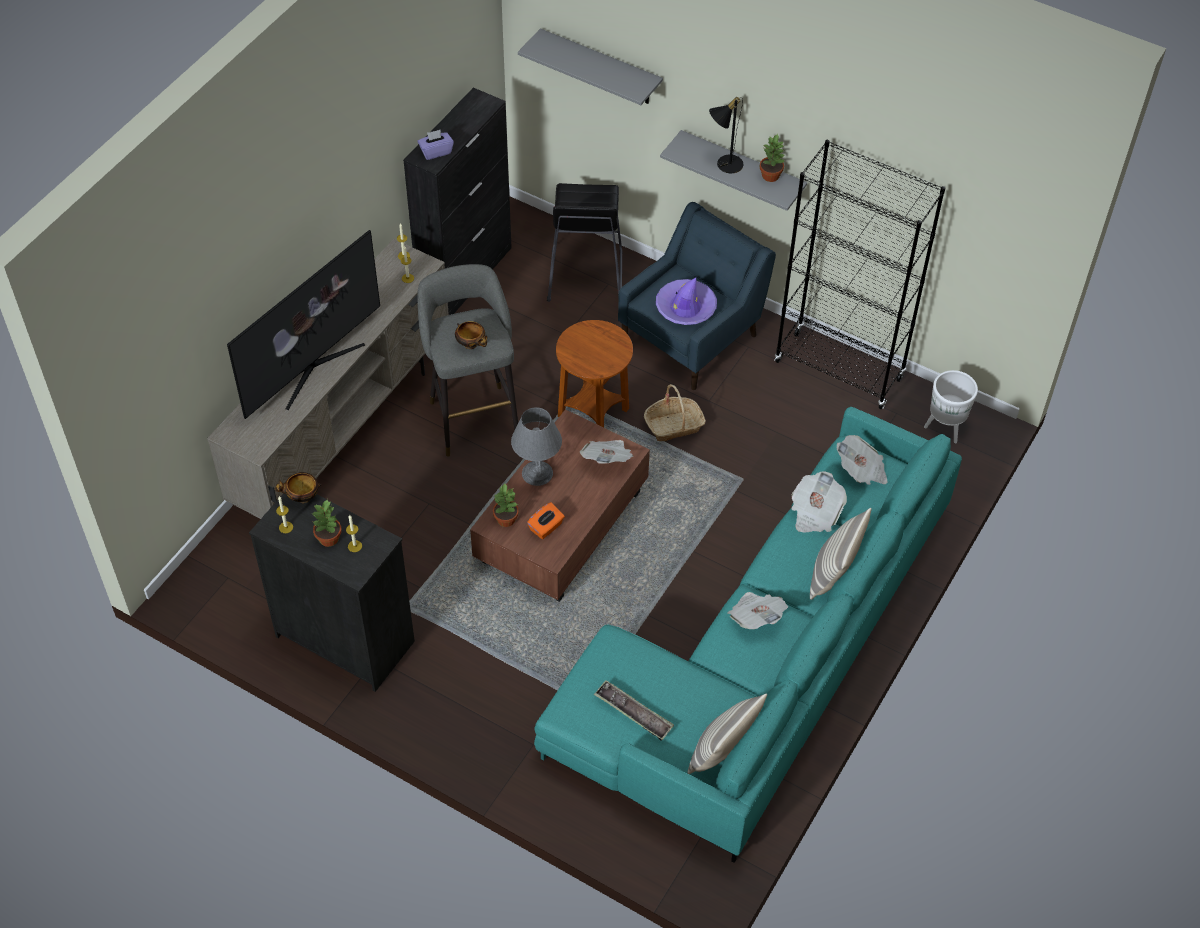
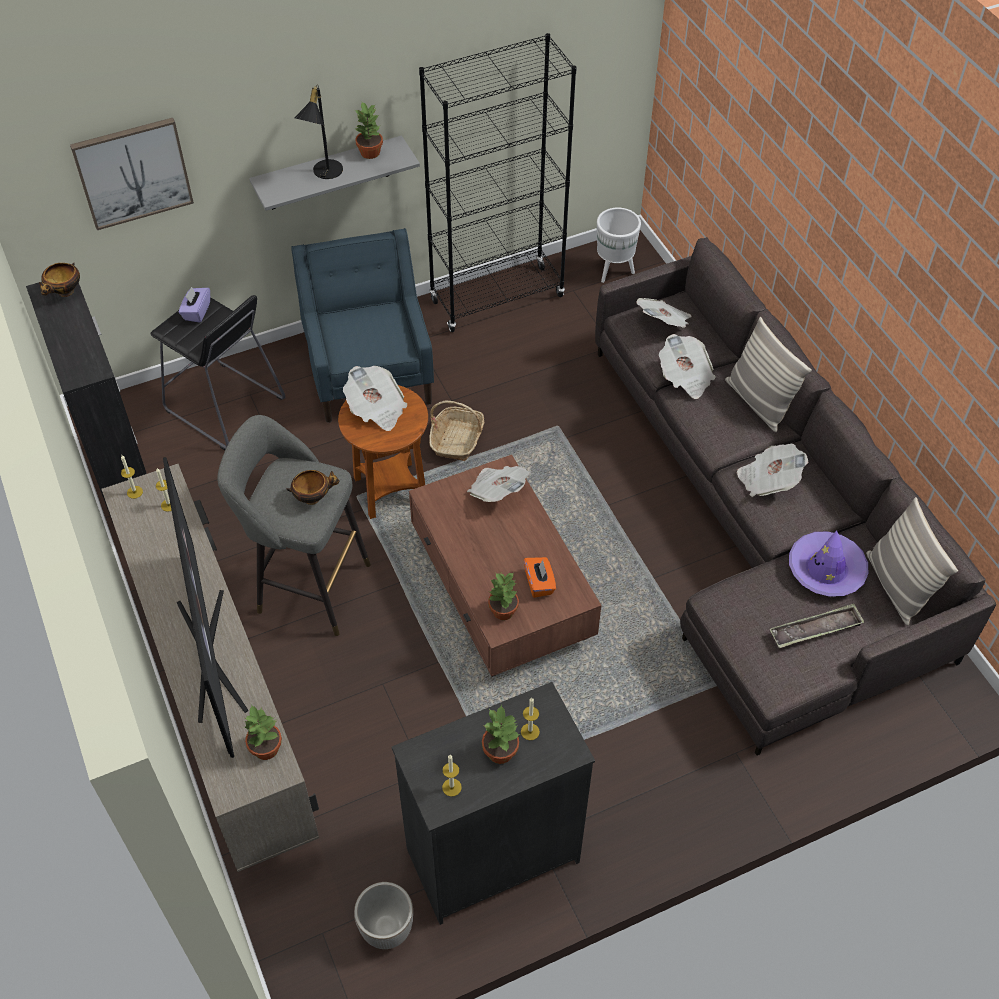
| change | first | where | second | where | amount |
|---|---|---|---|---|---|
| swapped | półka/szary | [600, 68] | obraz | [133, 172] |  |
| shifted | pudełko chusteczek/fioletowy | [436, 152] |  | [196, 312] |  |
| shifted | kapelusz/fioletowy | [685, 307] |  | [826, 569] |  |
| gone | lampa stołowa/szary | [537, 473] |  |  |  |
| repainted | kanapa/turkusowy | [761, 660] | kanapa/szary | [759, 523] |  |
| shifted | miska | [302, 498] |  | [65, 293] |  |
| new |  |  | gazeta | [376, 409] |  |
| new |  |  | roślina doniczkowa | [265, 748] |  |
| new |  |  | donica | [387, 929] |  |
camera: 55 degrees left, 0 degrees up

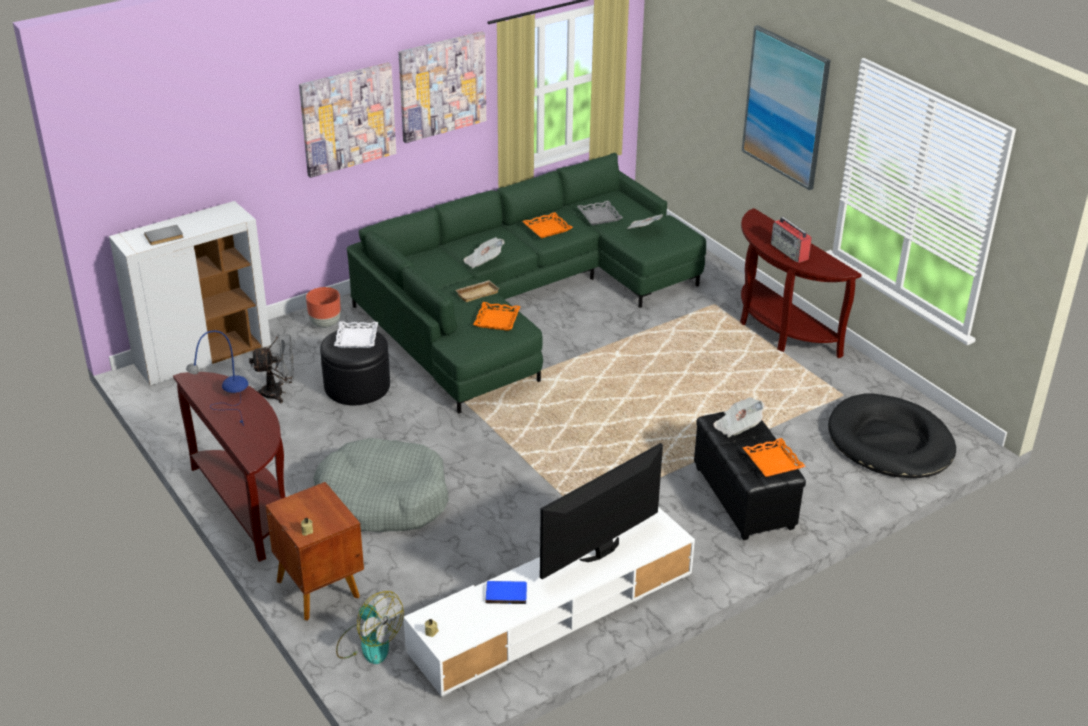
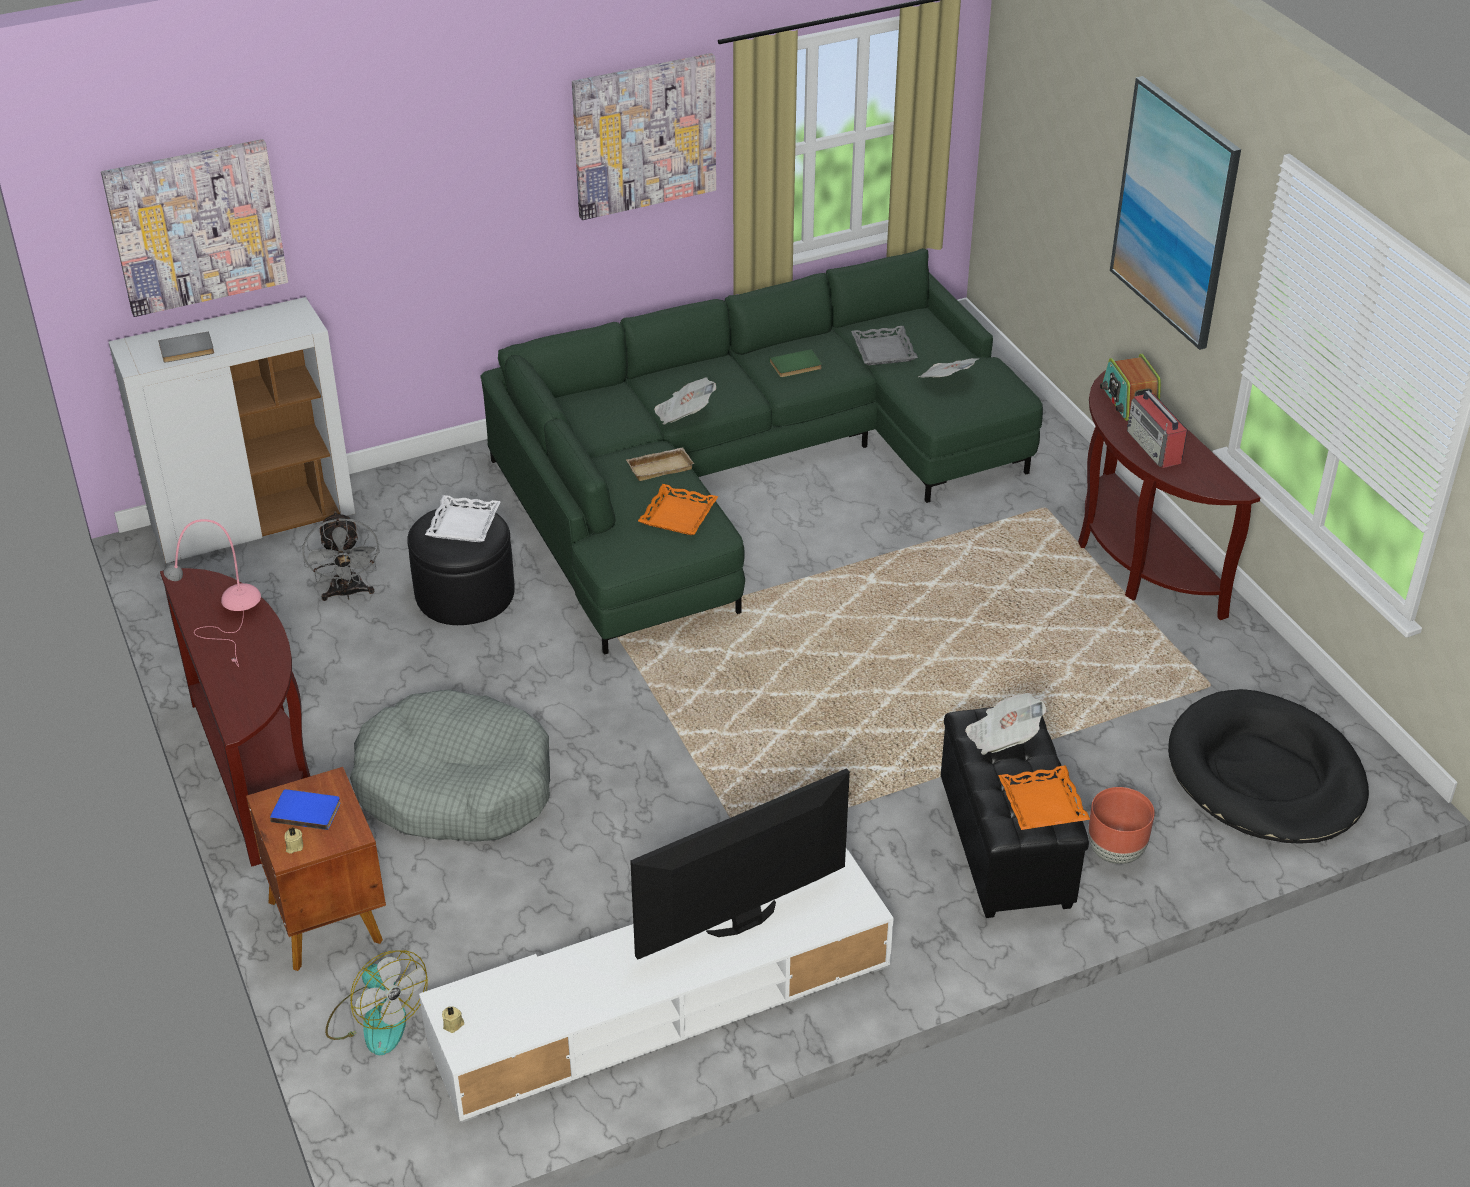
| change | first | where | second | where | amount |
|---|---|---|---|---|---|
| shifted | obraz | [347, 119] |  | [196, 226] |  |
| swapped | taca/pomarańczowy | [547, 229] | książka/zielony | [796, 366] |  |
| shifted | donica/brązowy | [325, 324] |  | [1115, 851] |  |
| repainted | lampa stołowa/niebieski | [228, 400] | lampa stołowa/różowy | [227, 621] |  |
| rotated | wentylator/szary | [278, 393] |  | [347, 593] | 75 degrees clockwise |
| shifted | książka/niebieski | [506, 593] |  | [307, 810] |  |
| new |  |  | radio | [1129, 401] |  |
camera: 10 degrees right, 5 degrees up

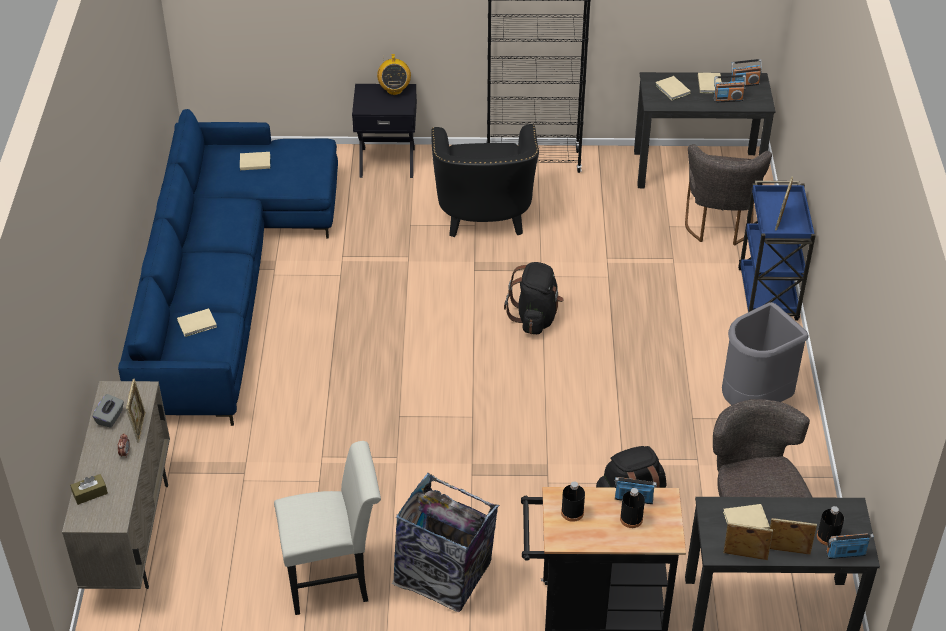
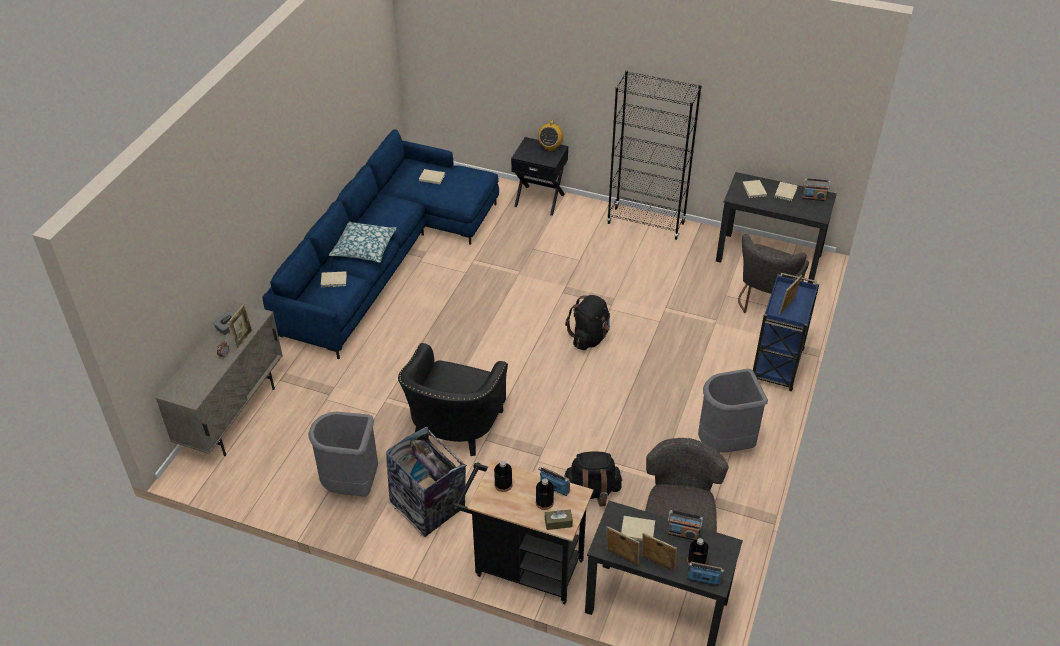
| change | first | where | second | where | amount |
|---|---|---|---|---|---|
| shifted | radio | [728, 99] |  | [682, 534] |  |
| shifted | fotel/czarny | [484, 216] |  | [453, 428] |  |
| swapped | krzesło/biały | [334, 578] | kosz na śmieci/szary | [351, 486] |  |
| shifted | pudełko chusteczek/brązowy | [90, 493] |  | [558, 523] |  |
| new |  |  | poduszka | [364, 248] |  |
camera: 20 degrees right, 0 degrees up

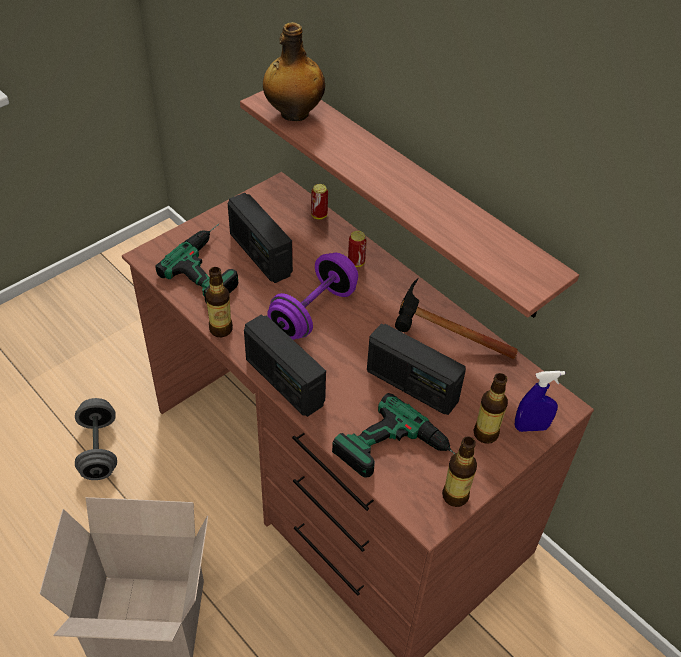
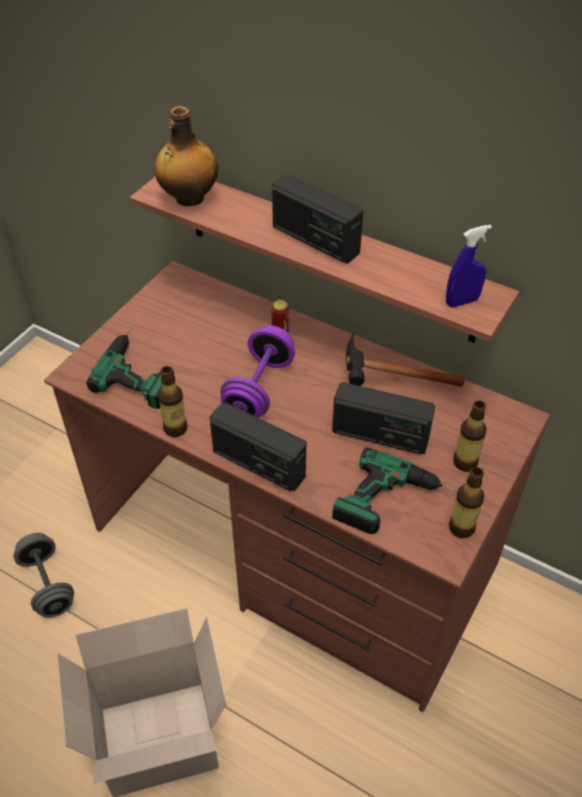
| change | first | where | second | where | amount |
|---|---|---|---|---|---|
| gone | puszka | [319, 215] |  |  |  |
| shifted | radio | [260, 254] |  | [315, 240] |  |
| shifted | spryskiwacz/niebieski | [531, 427] |  | [462, 301] |  |
camera: 15 degrees left, 0 degrees up

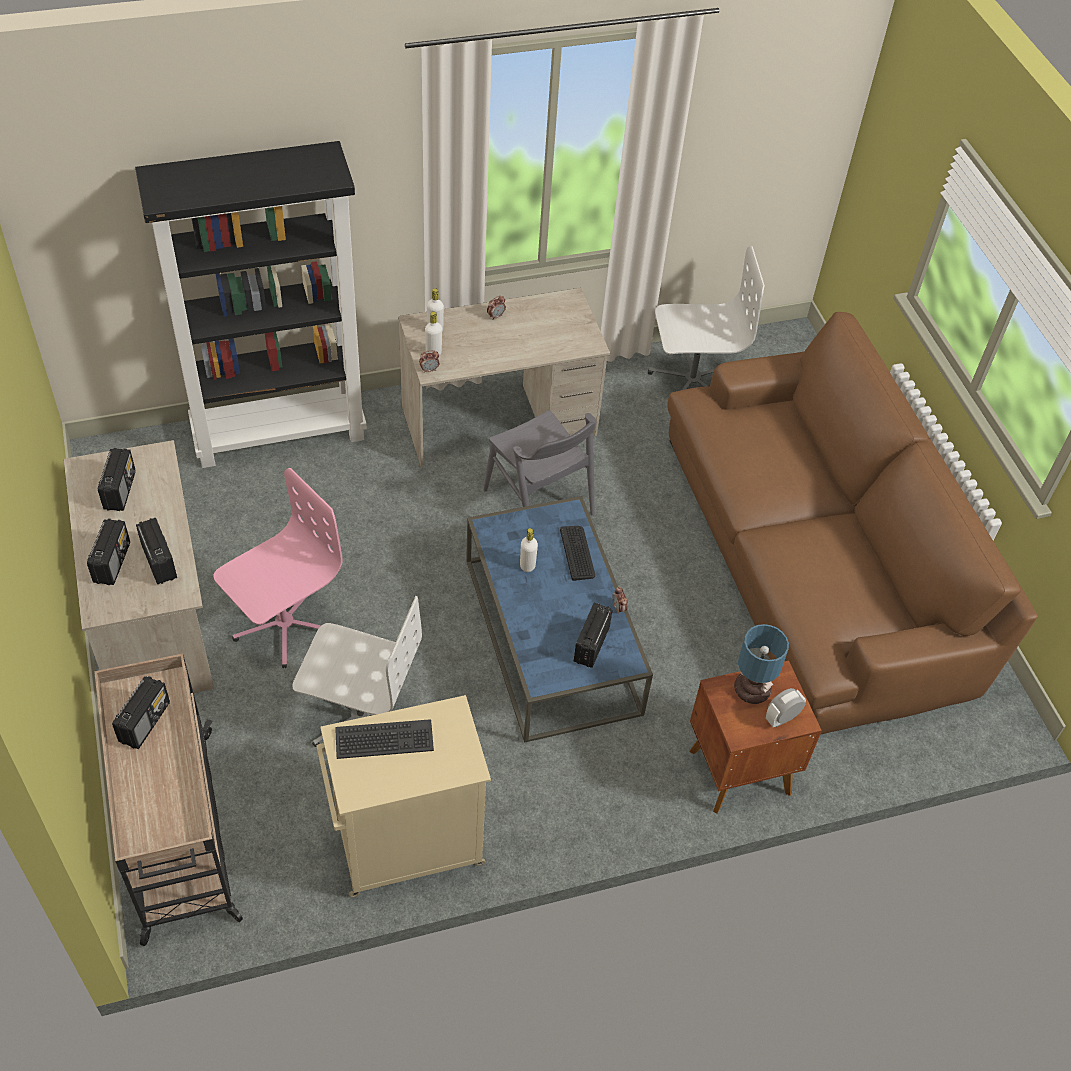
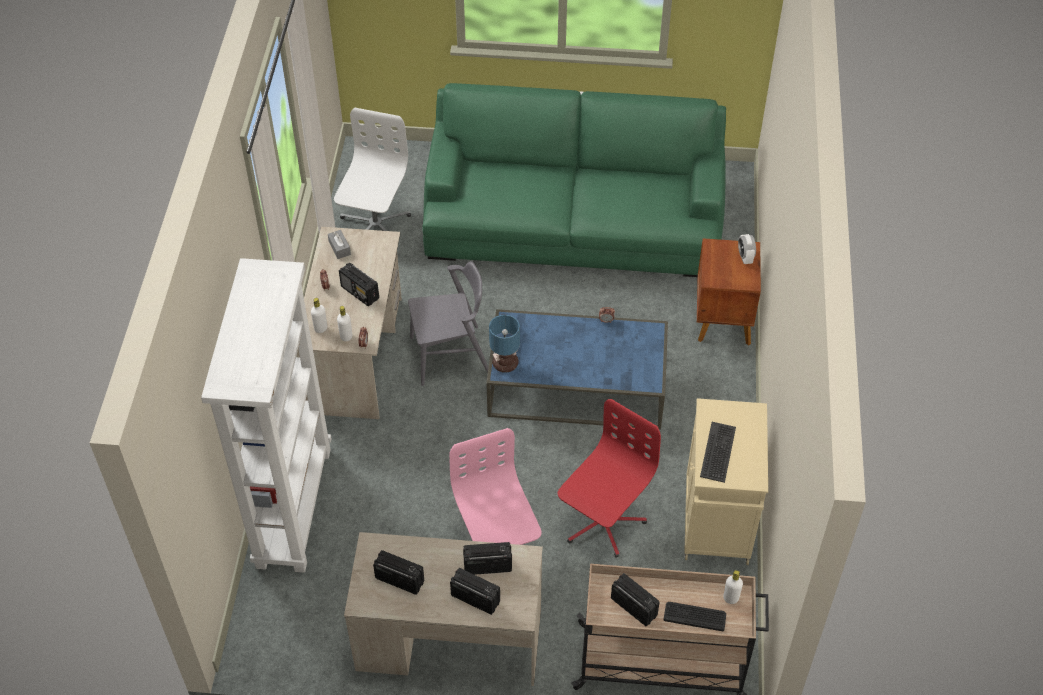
| change | first | where | second | where | amount |
|---|---|---|---|---|---|
| repainted | regał/czarny | [280, 433] | regał/biały | [293, 506] |  |
| repainted | kanapa/brązowy | [816, 560] | kanapa/zielony | [573, 218] |  |
| shifted | klawiatura | [577, 553] |  | [694, 616] |  |
| shifted | butelka/biały | [527, 566] |  | [730, 598] |  |
| repainted | krzesło biurowe/biały | [360, 717] | krzesło biurowe/czerwony | [602, 521] |  |
| shifted | radio | [591, 645] |  | [360, 293] |  |
| shifted | lampa stołowa | [750, 689] |  | [504, 364] |  |
| new |  |  | pudełko chusteczek/szary | [339, 248] |  |
camera: 65 degrees left, 0 degrees up

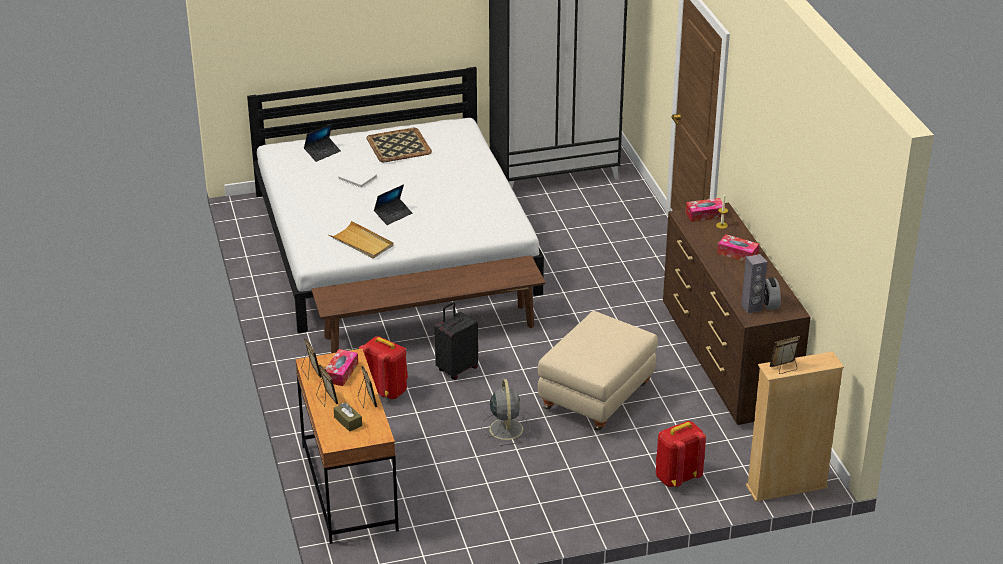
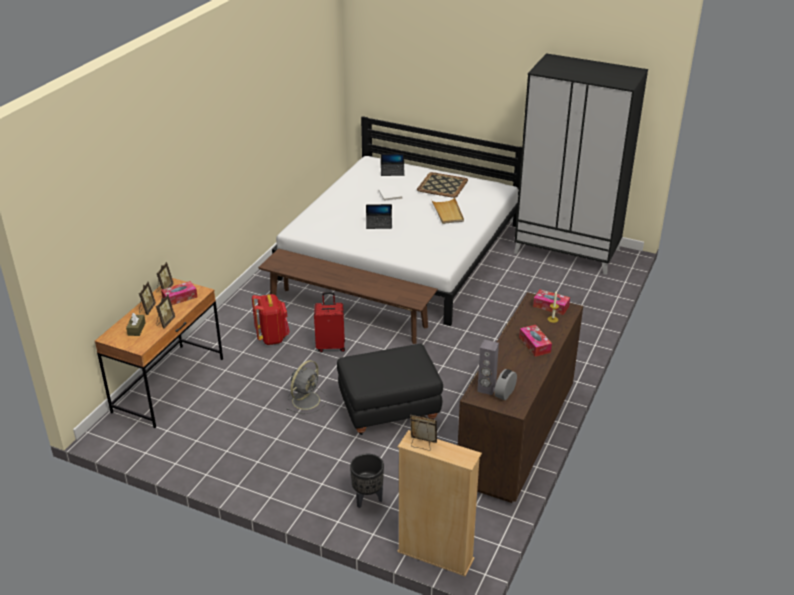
| change | first | where | second | where | amount |
|---|---|---|---|---|---|
| shifted | taca/beżowy | [362, 242] |  | [447, 212] |  |
| repainted | walizka/czarny | [456, 369] | walizka/czerwony | [331, 346] |  |
| repainted | pufa/beżowy | [597, 400] | pufa/czarny | [389, 413] |  |
| swapped | plecak/czerwony | [676, 477] | donica/czarny | [367, 499] |  |
camera: 40 degrees right, 0 degrees up

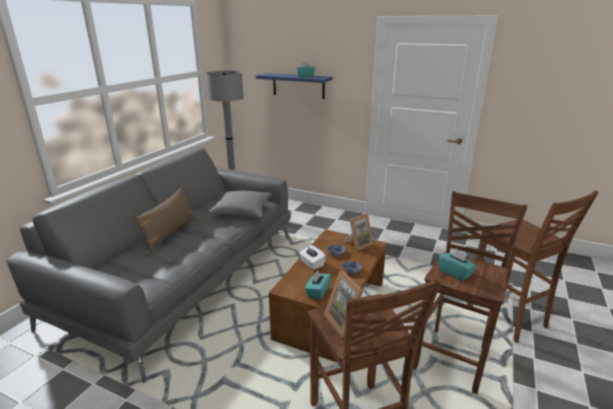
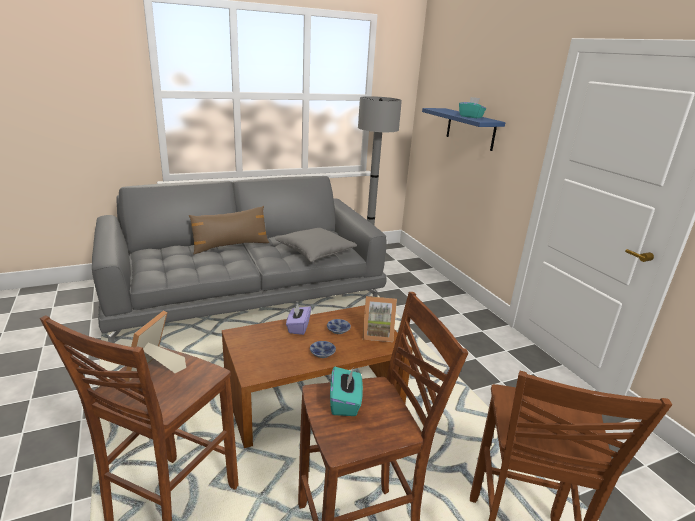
| change | first | where | second | where | amount |
|---|---|---|---|---|---|
| repainted | pudełko chusteczek/biały | [312, 264] | pudełko chusteczek/fioletowy | [298, 327] |  |
| gone | pudełko chusteczek/turkusowy | [317, 292] |  |  |  |
camera: 40 degrees right, 0 degrees up

